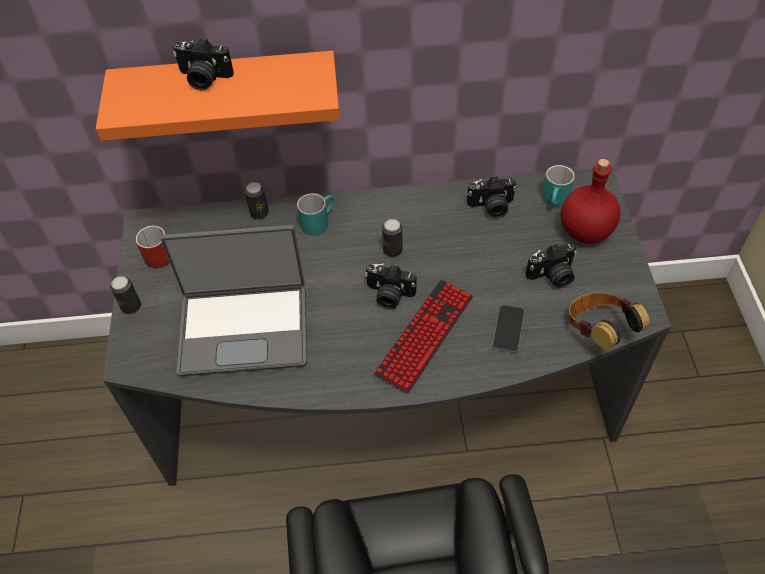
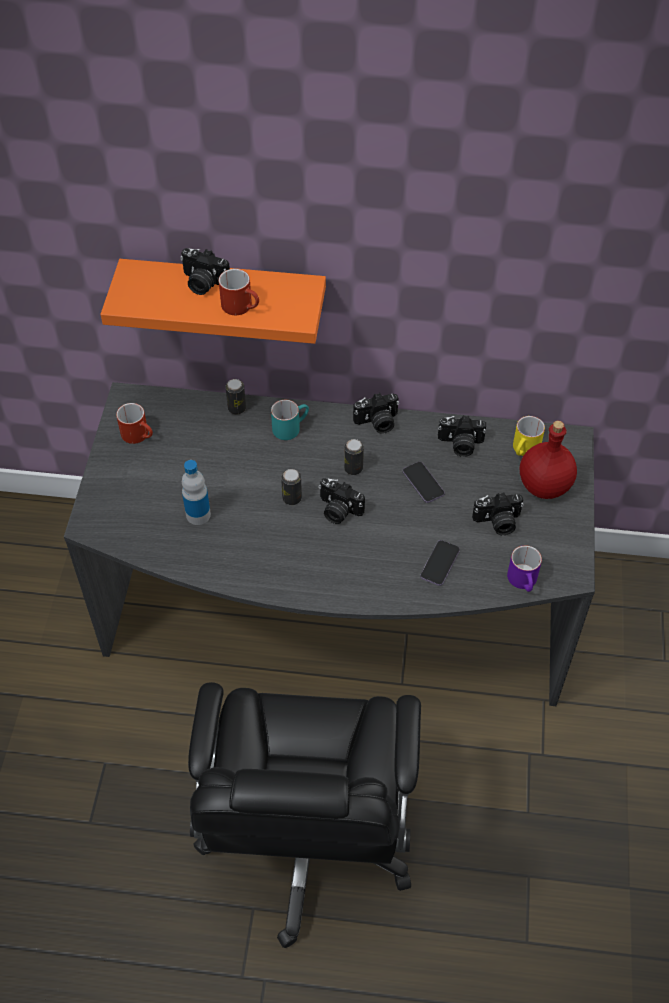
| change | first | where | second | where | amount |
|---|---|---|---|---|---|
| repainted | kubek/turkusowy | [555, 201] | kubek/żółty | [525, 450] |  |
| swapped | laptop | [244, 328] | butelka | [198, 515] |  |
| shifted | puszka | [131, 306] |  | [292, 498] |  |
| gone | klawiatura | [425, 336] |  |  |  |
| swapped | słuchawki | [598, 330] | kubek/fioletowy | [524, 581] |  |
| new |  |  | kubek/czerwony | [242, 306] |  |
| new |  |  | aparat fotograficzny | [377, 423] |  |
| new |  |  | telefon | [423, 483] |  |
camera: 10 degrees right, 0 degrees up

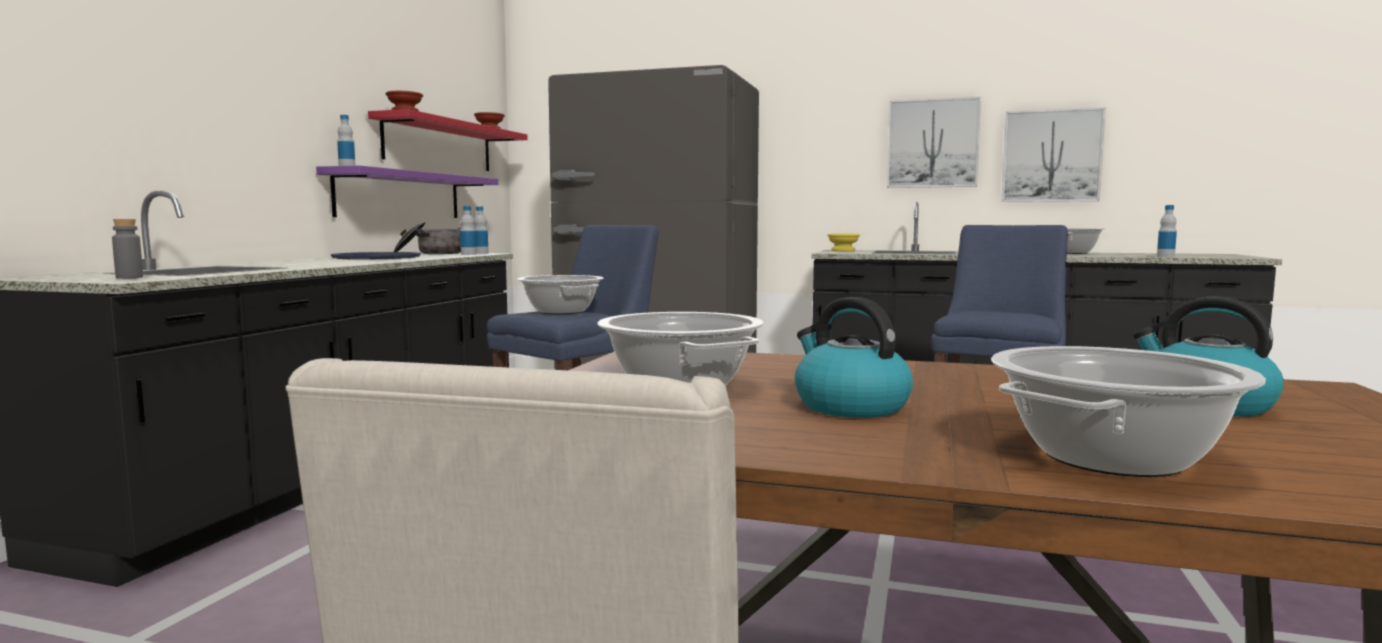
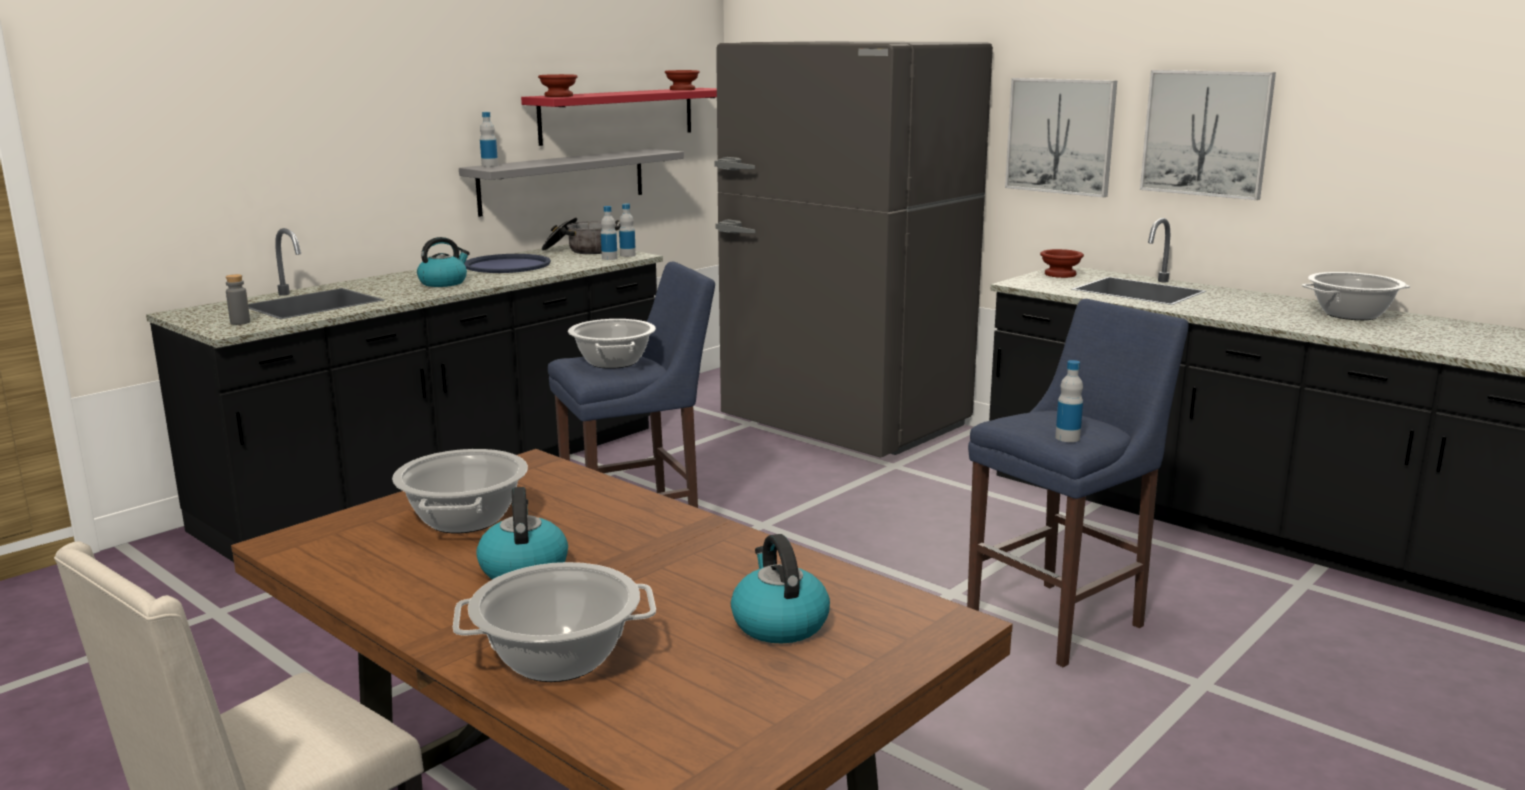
| change | first | where | second | where | amount |
|---|---|---|---|---|---|
| shifted | obraz | [1051, 156] |  | [1060, 136] |  |
| repainted | półka/fioletowy | [400, 195] | półka/szary | [563, 181] |  |
| shifted | butelka | [1165, 256] |  | [1067, 438] |  |
| repainted | miska/żółty | [842, 251] | miska/brązowy | [1059, 274] |  |
| new |  |  | czajnik | [443, 283] |  |
camera: 25 degrees right, 10 degrees up

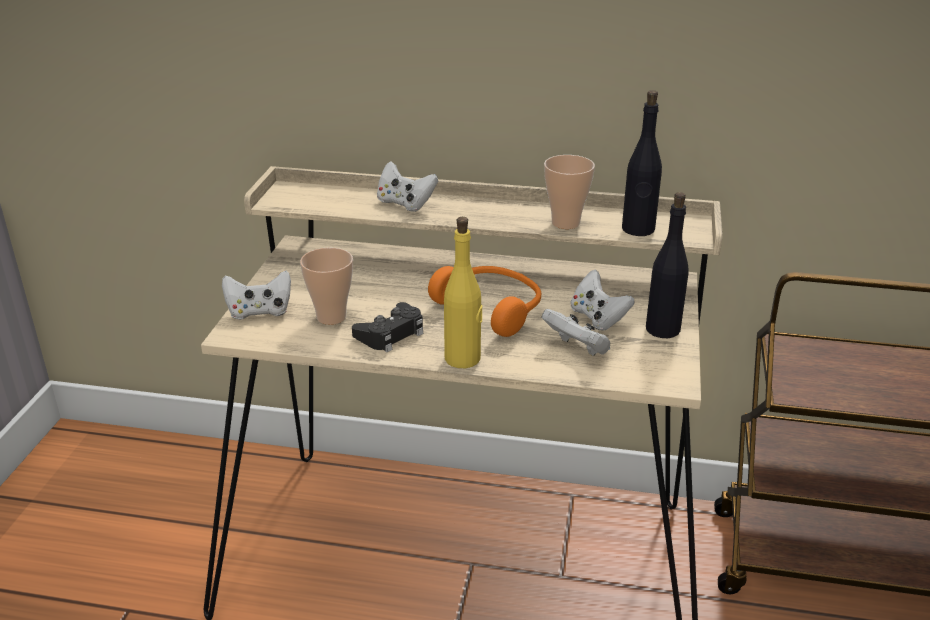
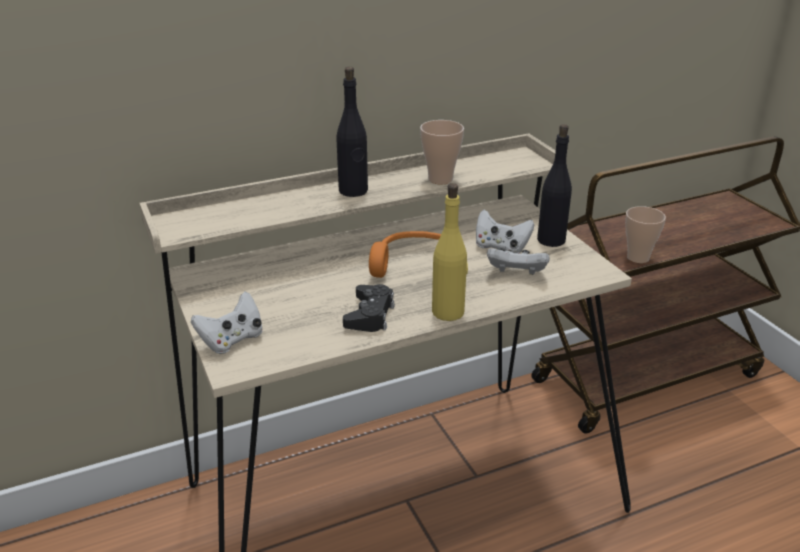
| change | first | where | second | where | amount |
|---|---|---|---|---|---|
| shifted | butelka/czarny | [638, 229] |  | [353, 191] |  |
| gone | pad do gier/biały | [405, 204] |  |  |  |
| shifted | filiżanka | [331, 317] |  | [638, 258] |  |
camera: 35 degrees left, 0 degrees up

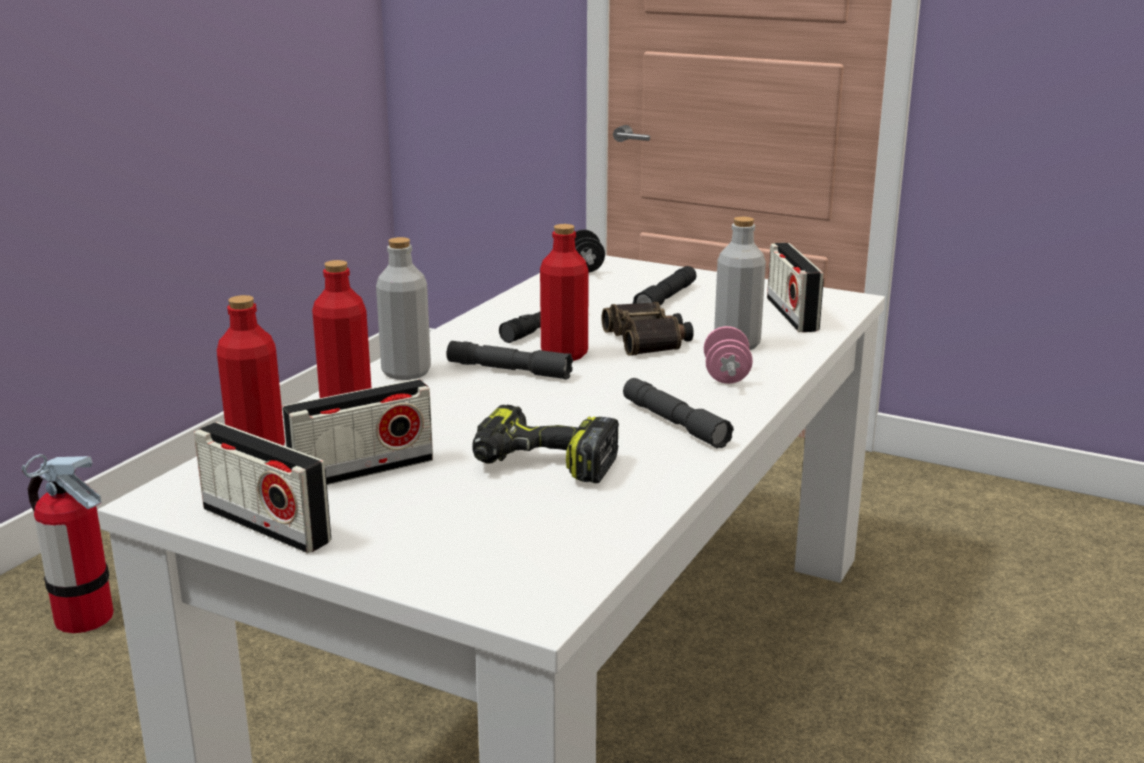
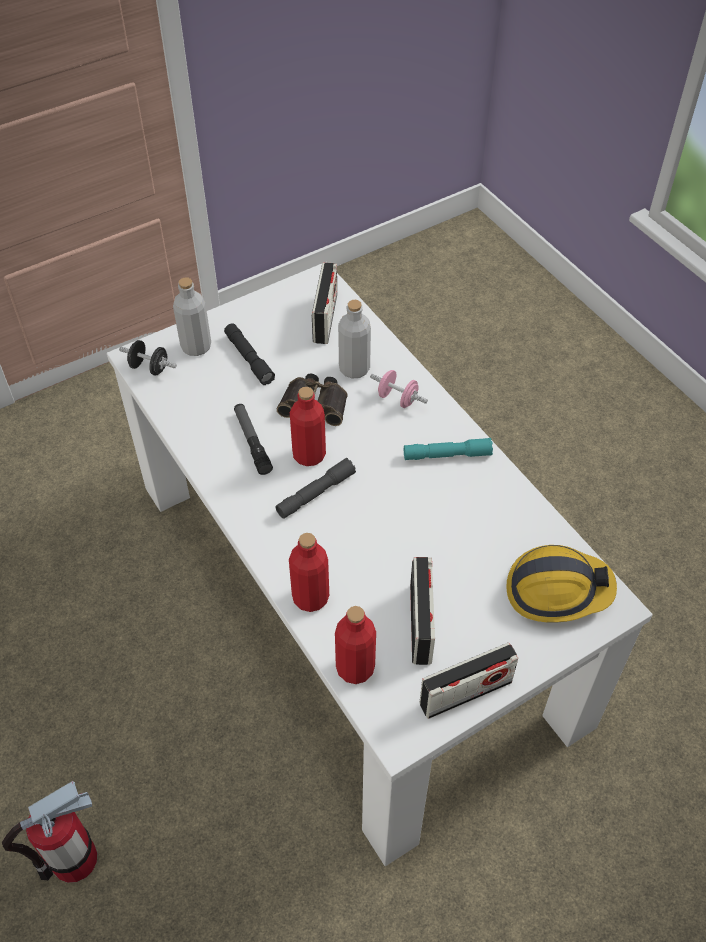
| change | first | where | second | where | amount |
|---|---|---|---|---|---|
| shifted | butelka/szary | [406, 372] |  | [196, 347] |  |
| rotated | radio | [792, 314] |  | [325, 318] | 105 degrees counterclockwise |
| repainted | latarka/szary | [674, 423] | latarka/turkusowy | [447, 455] |  |
| gone | wiertarka | [542, 465] |  |  |  |
| new |  |  | kask | [557, 590] |  |
camera: 60 degrees left, 30 degrees up

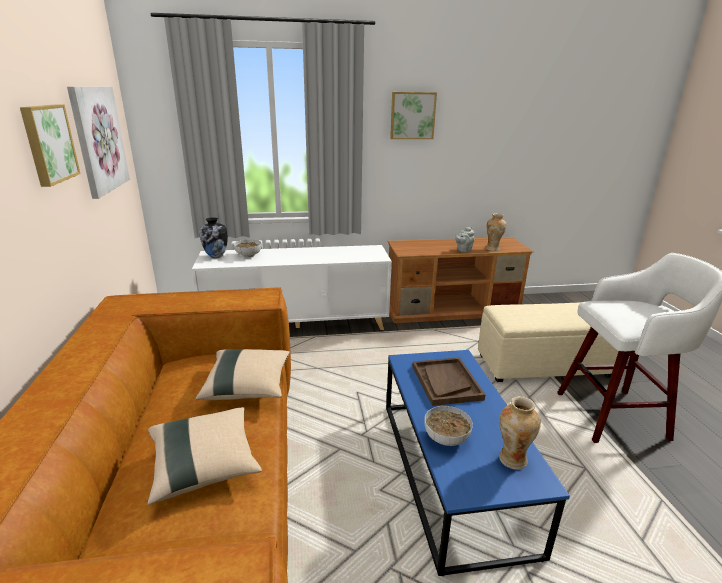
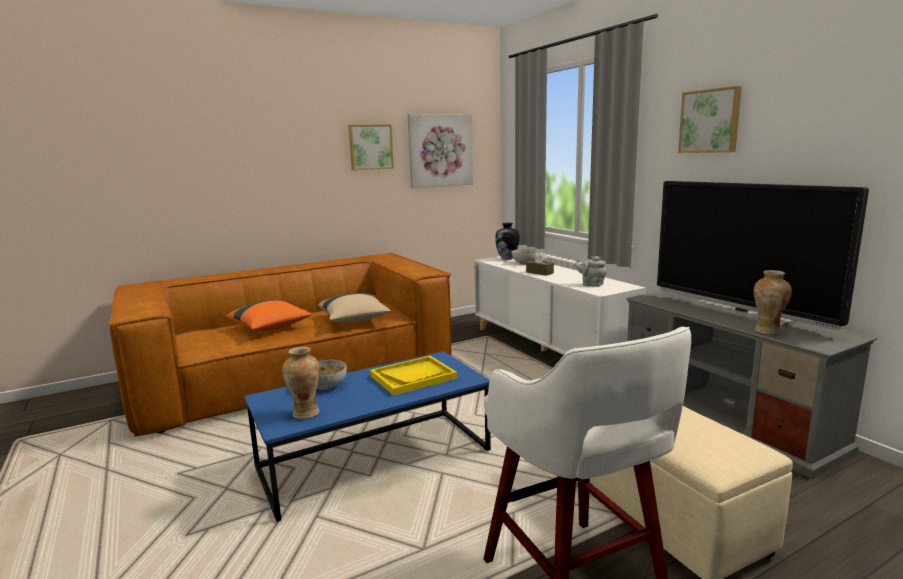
| change | first | where | second | where | amount |
|---|---|---|---|---|---|
| shifted | imbryk/szary | [463, 250] |  | [591, 284] |  |
| repainted | szafka pod telewizor/brązowy | [453, 308] | szafka pod telewizor/szary | [725, 417] |  |
| repainted | taca/brązowy | [446, 382] | taca/żółty | [413, 377] |  |
| repainted | poduszka/beżowy | [204, 465] | poduszka/pomarańczowy | [270, 328] |  |
| new |  |  | telewizor | [741, 313] |  |
| new |  |  | pudełko chusteczek/brązowy | [539, 272] |  |
camera: 70 degrees right, 10 degrees down

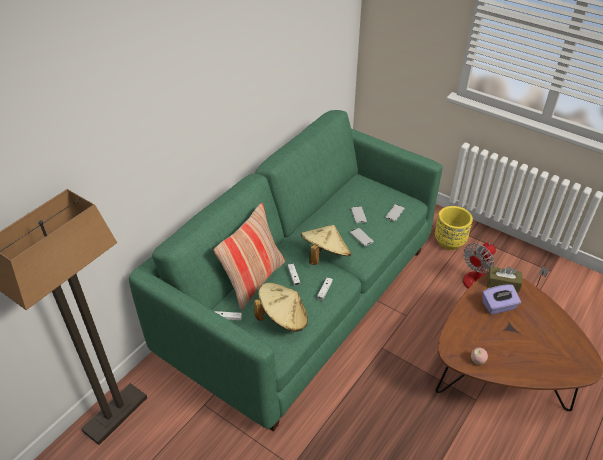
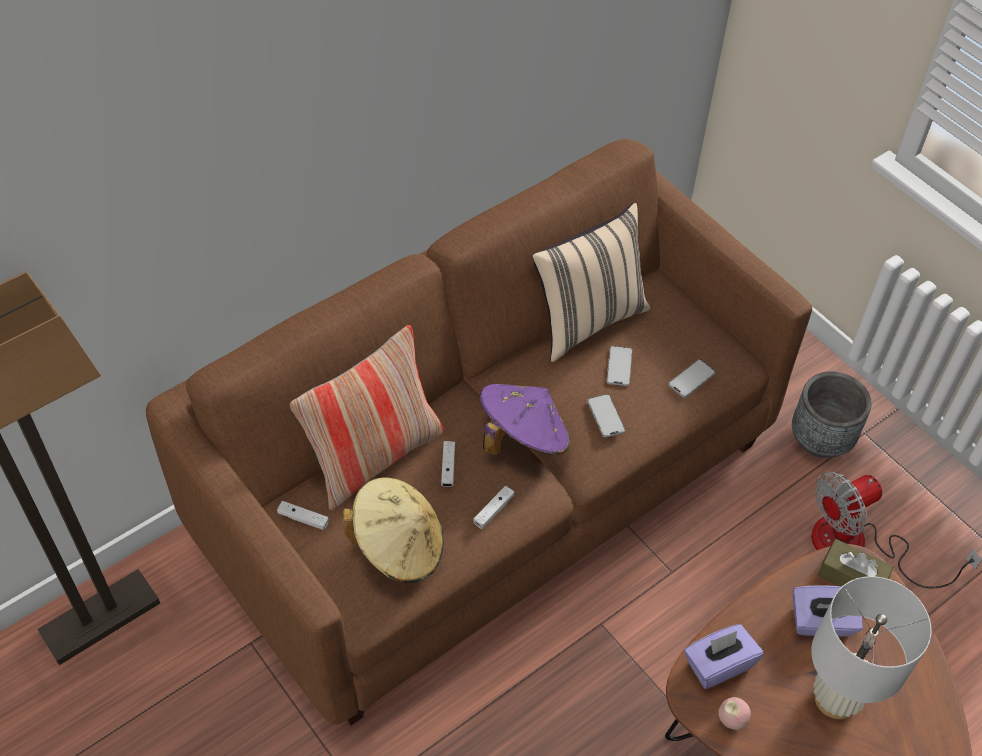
| change | first | where | second | where | amount |
|---|---|---|---|---|---|
| repainted | kanapa/zielony | [301, 299] | kanapa/brązowy | [487, 487] |  |
| repainted | donica/żółty | [449, 242] | donica/szary | [820, 439] |  |
| repainted | kapelusz/beżowy | [325, 256] | kapelusz/fioletowy | [522, 437] |  |
| new |  |  | poduszka/beżowy | [587, 320] |  |
| new |  |  | lampa stołowa/biały | [836, 699] |  |
| new |  |  | pudełko chusteczek/fioletowy | [718, 664] |  |
camera: 15 degrees right, 10 degrees up

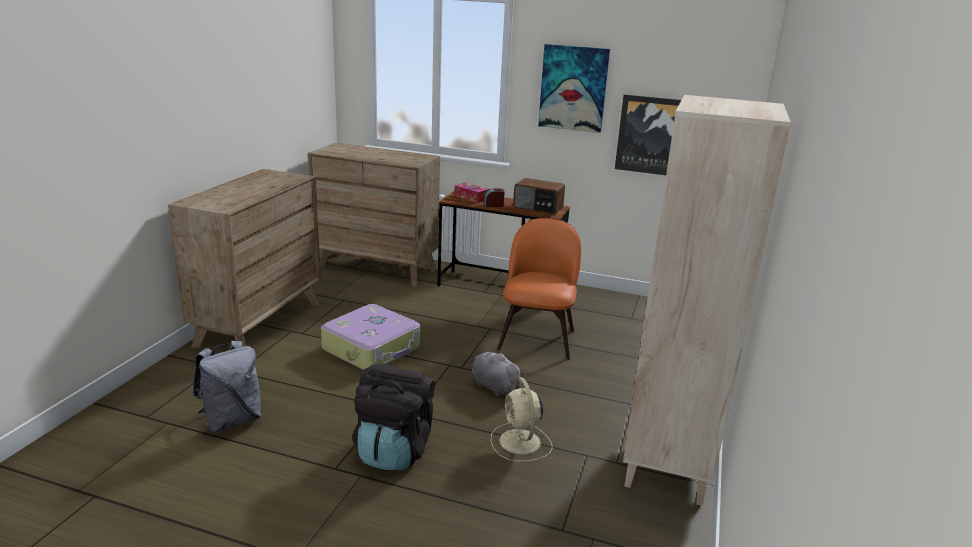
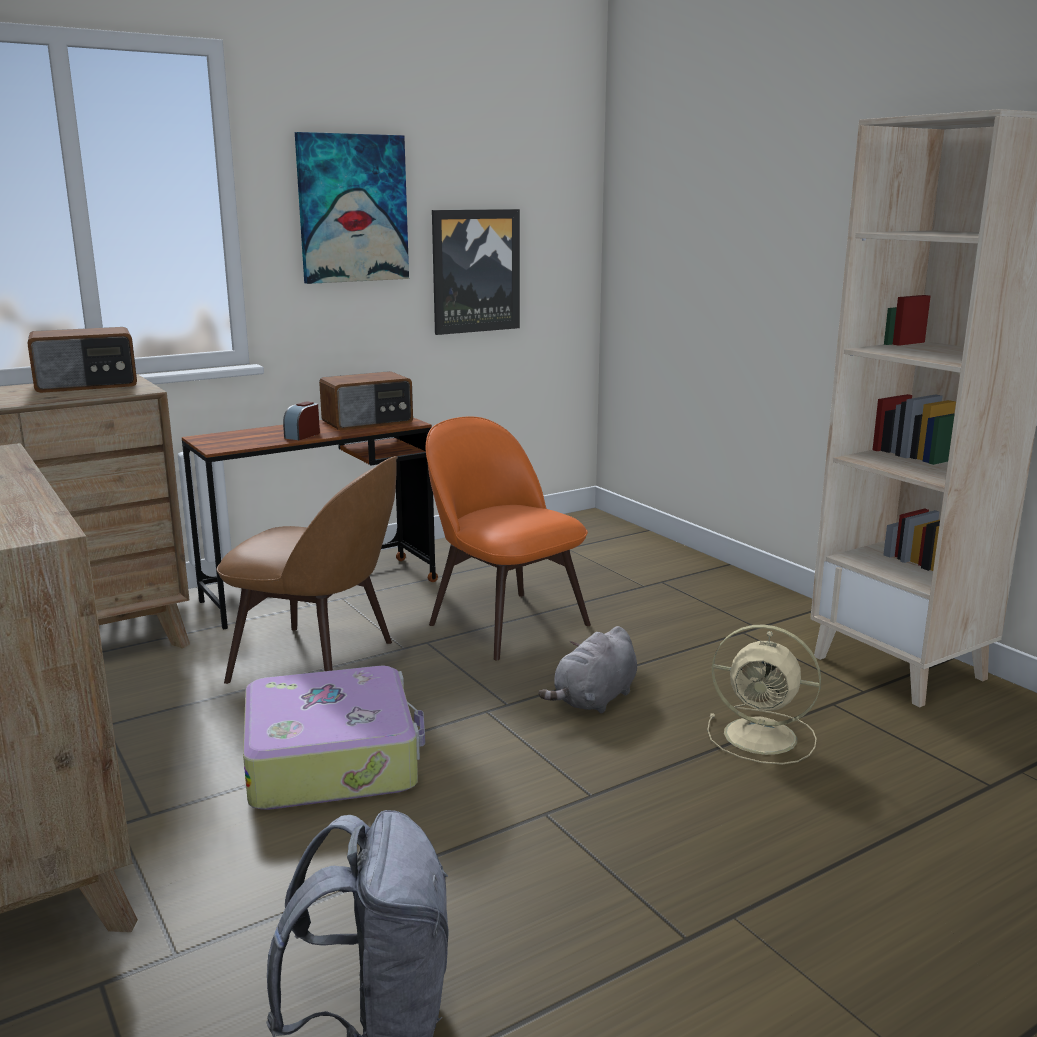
| change | first | where | second | where | amount |
|---|---|---|---|---|---|
| gone | pudełko chusteczek | [471, 197] |  |  |  |
| rotated | pluszak/szary | [494, 386] |  | [594, 700] | 45 degrees counterclockwise |
| gone | plecak/czarny | [394, 450] |  |  |  |
| new |  |  | radio | [87, 385] |  |
| new |  |  | krzesło/brązowy | [319, 662] |  |
camera: 50 degrees left, 5 degrees down

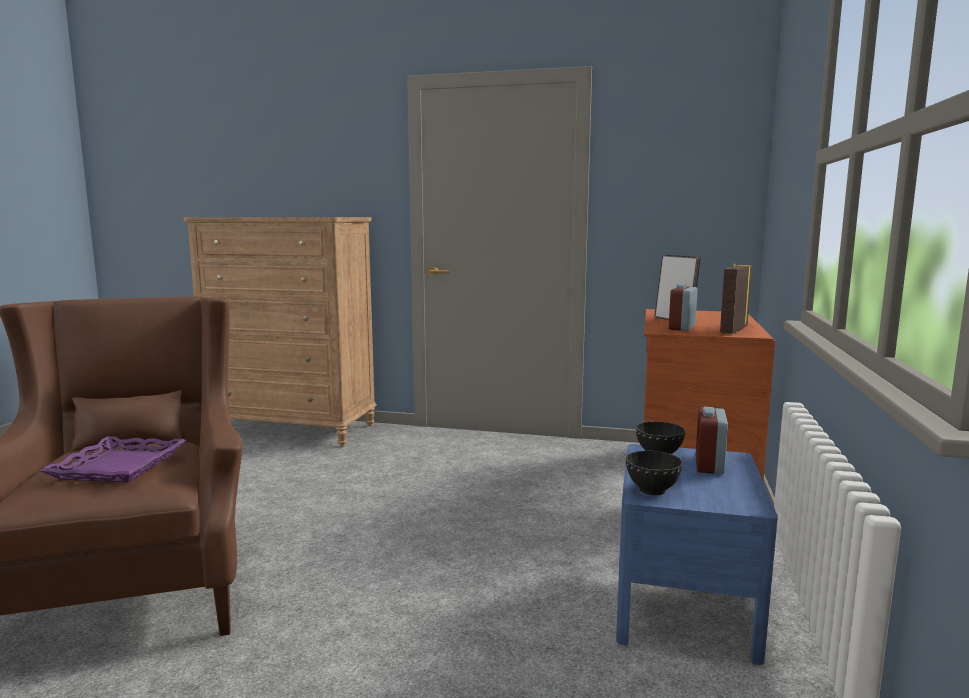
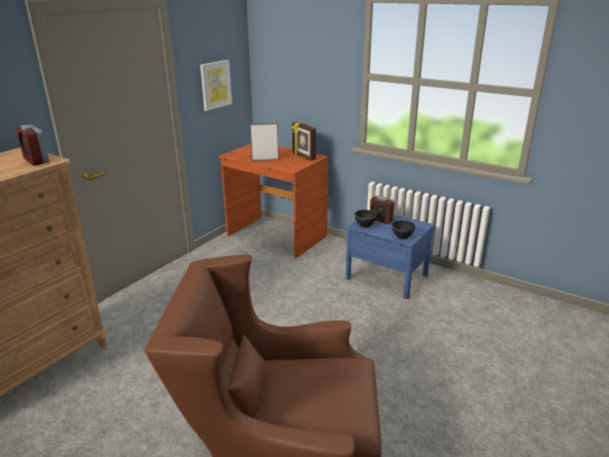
| change | first | where | second | where | amount |
|---|---|---|---|---|---|
| shifted | budzik | [682, 327] |  | [36, 160] |  |
| gone | taca/fioletowy | [119, 467] |  |  |  |
| new |  |  | obraz | [215, 85] |  |
camera: 70 degrees left, 15 degrees up

